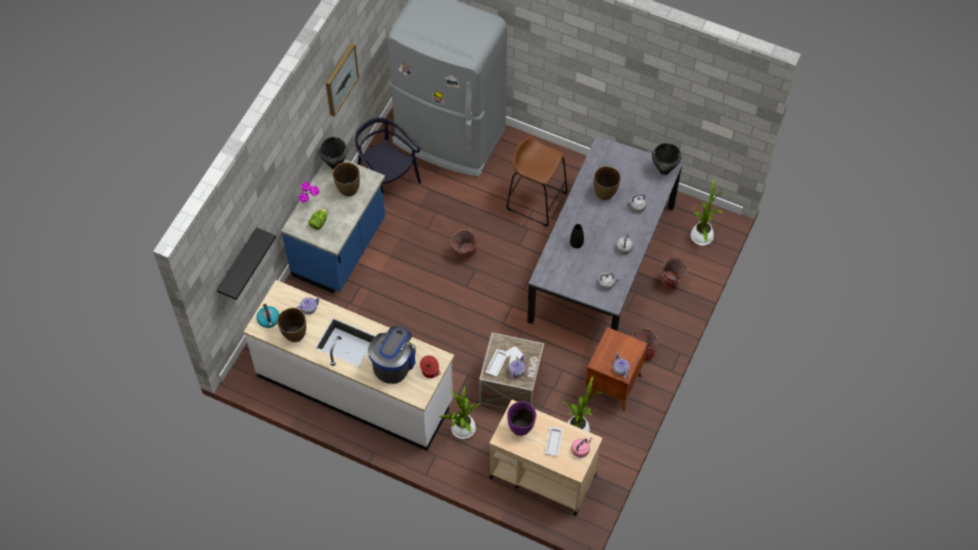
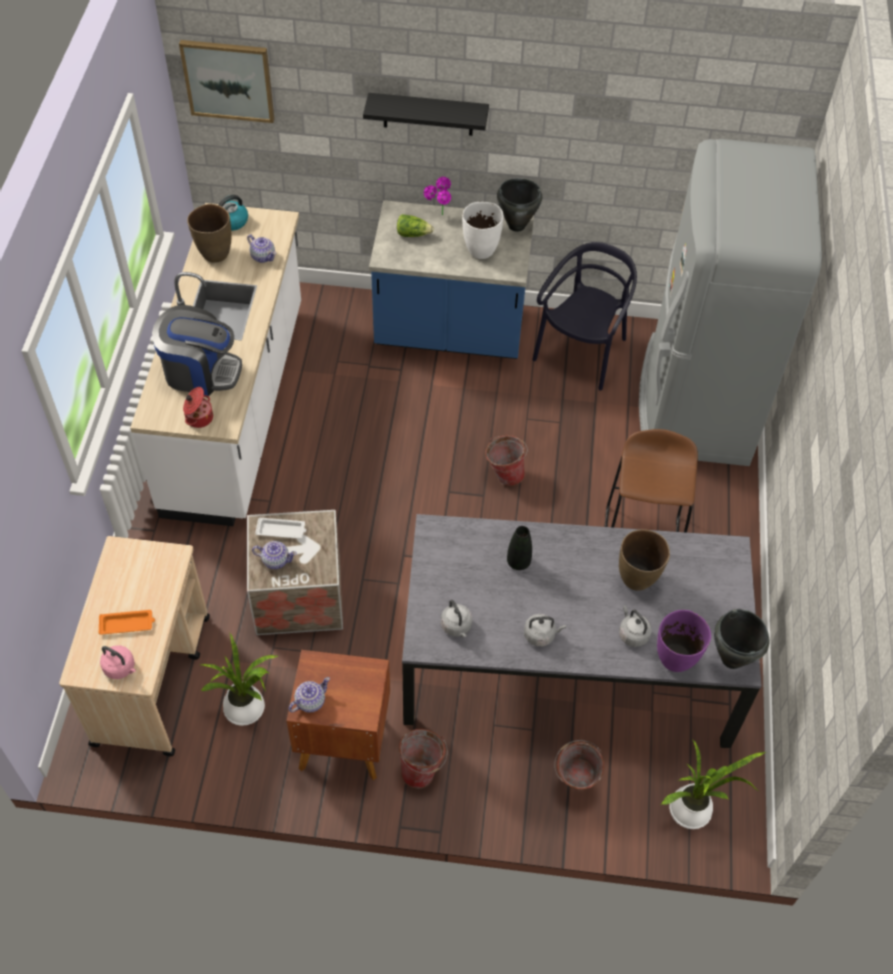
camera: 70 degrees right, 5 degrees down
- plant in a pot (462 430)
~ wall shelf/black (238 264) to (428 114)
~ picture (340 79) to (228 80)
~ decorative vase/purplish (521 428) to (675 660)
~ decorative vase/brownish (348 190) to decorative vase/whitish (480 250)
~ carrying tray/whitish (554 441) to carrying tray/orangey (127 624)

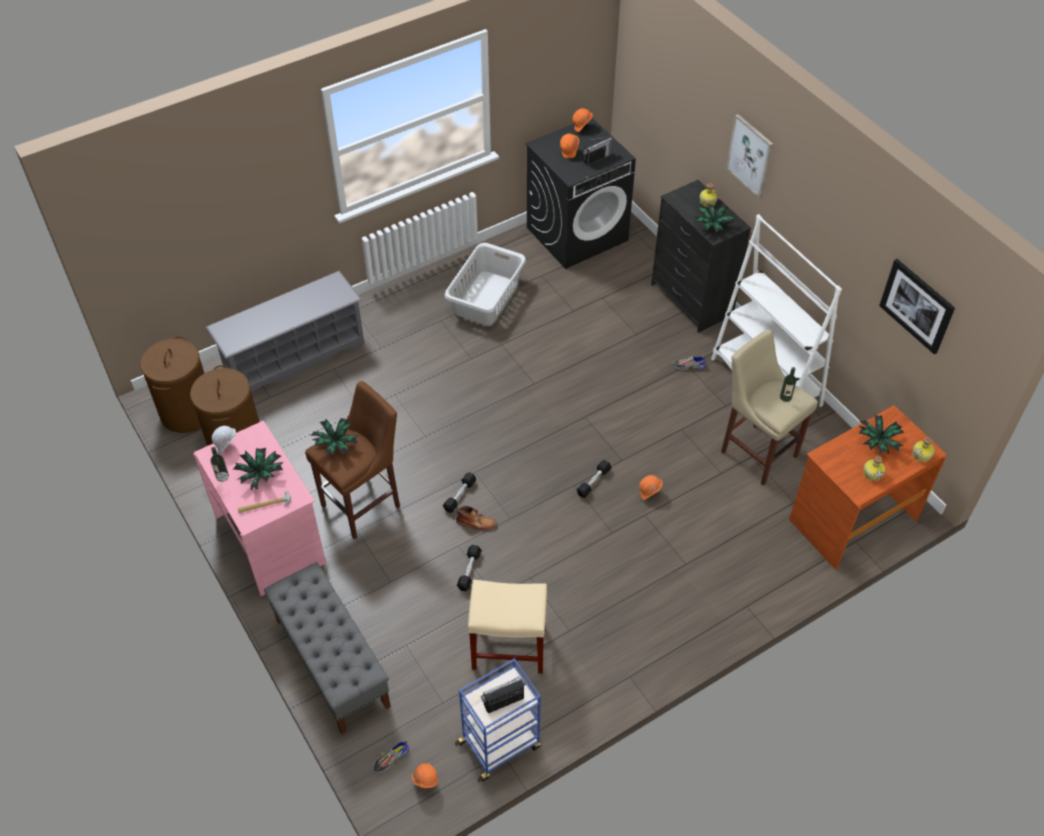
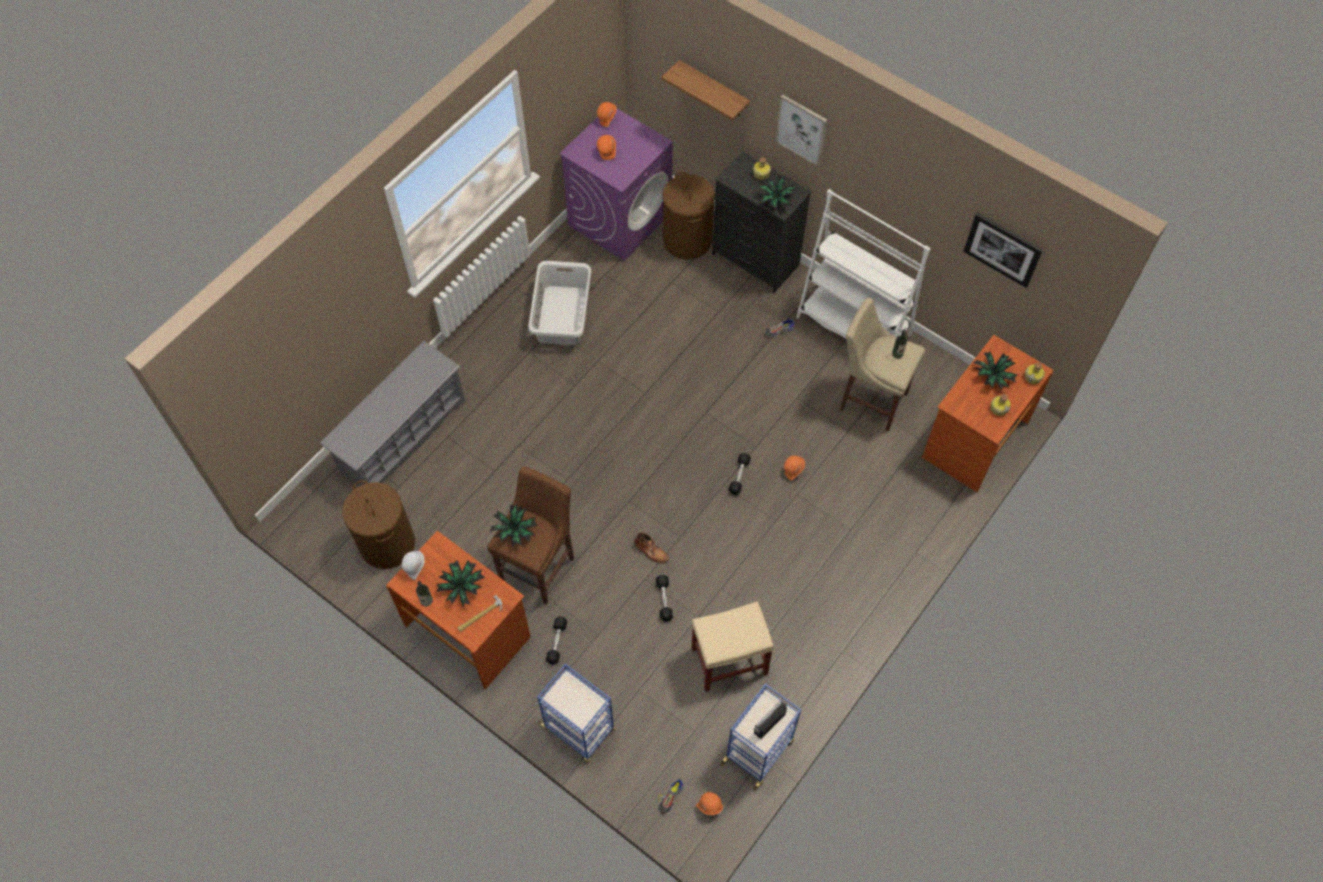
camera: 20 degrees left, 10 degrees up
- radio (596 158)
+ wall shelf (713 90)
~ laundry basket/brownish (187 412) to (687 240)
~ hand weight/black (459 496) to (557 642)
~ bench/grey (332 662) to trolley/bluish (579 729)
~ desk/pink-coloured (271 539) to desk/brownish (469 630)
~ laundry appliance/black (577 233) to laundry appliance/purplish (620 218)
~ high-top boot/brownish (477 523) = (651 551) 45 degrees clockwise

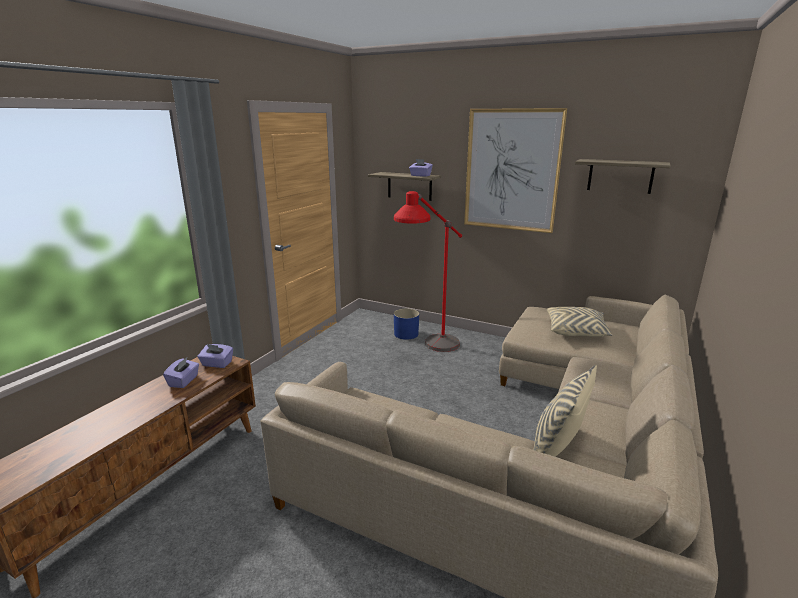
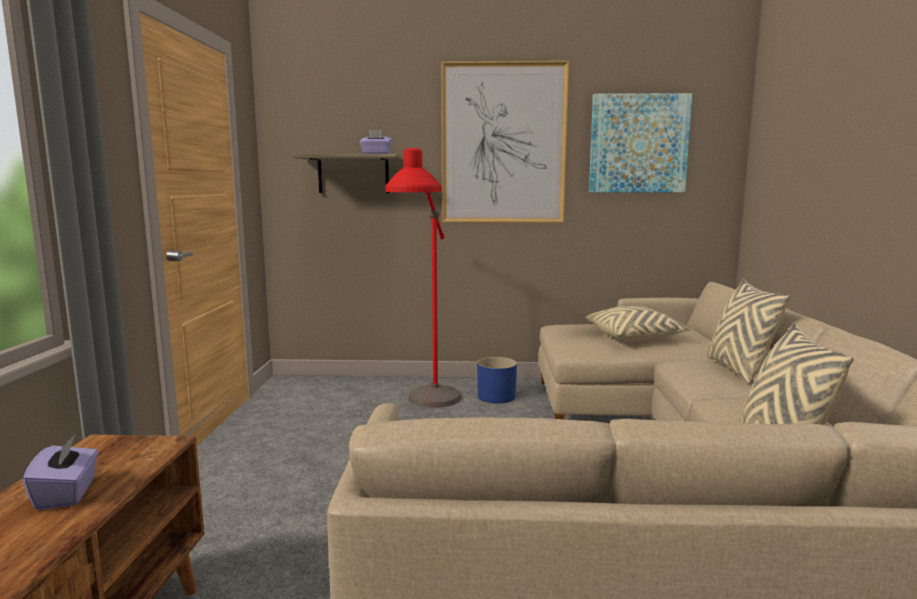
camera: 25 degrees left, 10 degrees down
- tissue holder/purplish (217 364)
+ pillow/sand-coloured (738 370)
~ plant pot/bluish (406 334) to (496 396)
~ wall shelf (620 176) to picture (638 144)

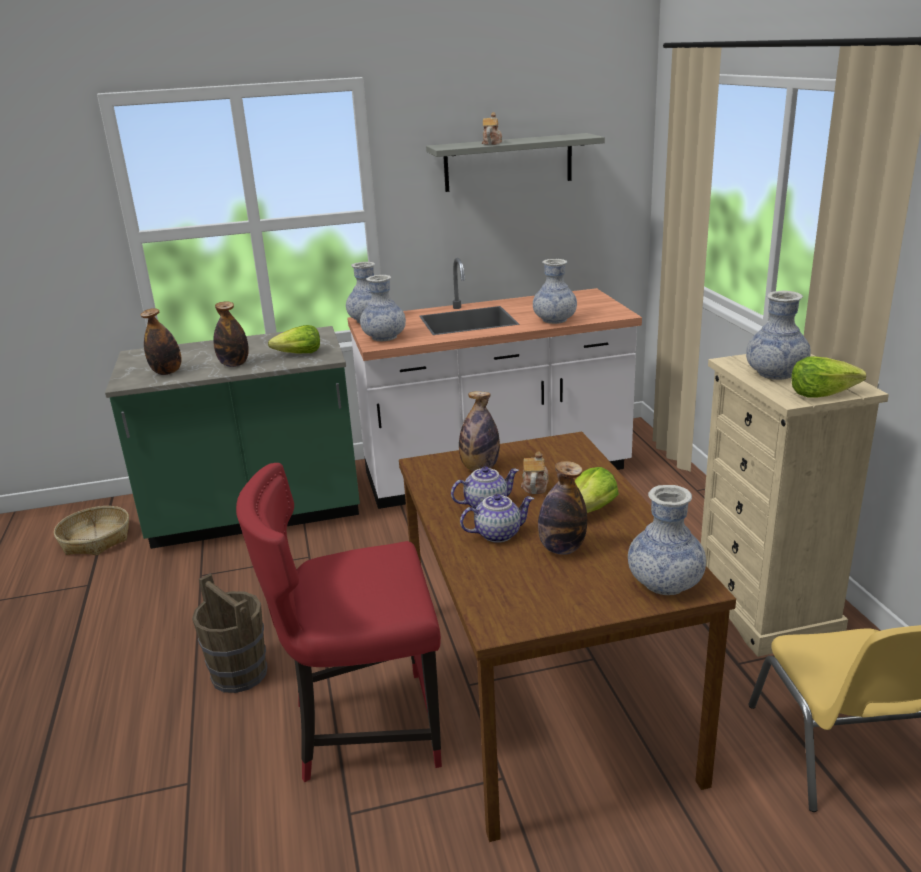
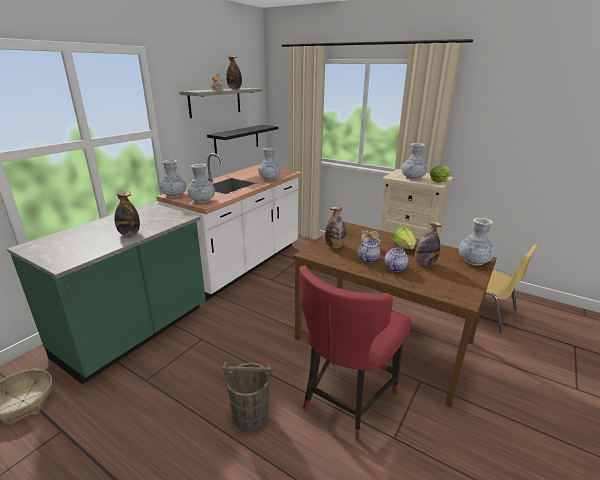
camera: 45 degrees left, 0 degrees up
- head of lettuce (299 354)
+ wall shelf/black (237 140)
~ beverage bottle (167 372) to (234 88)

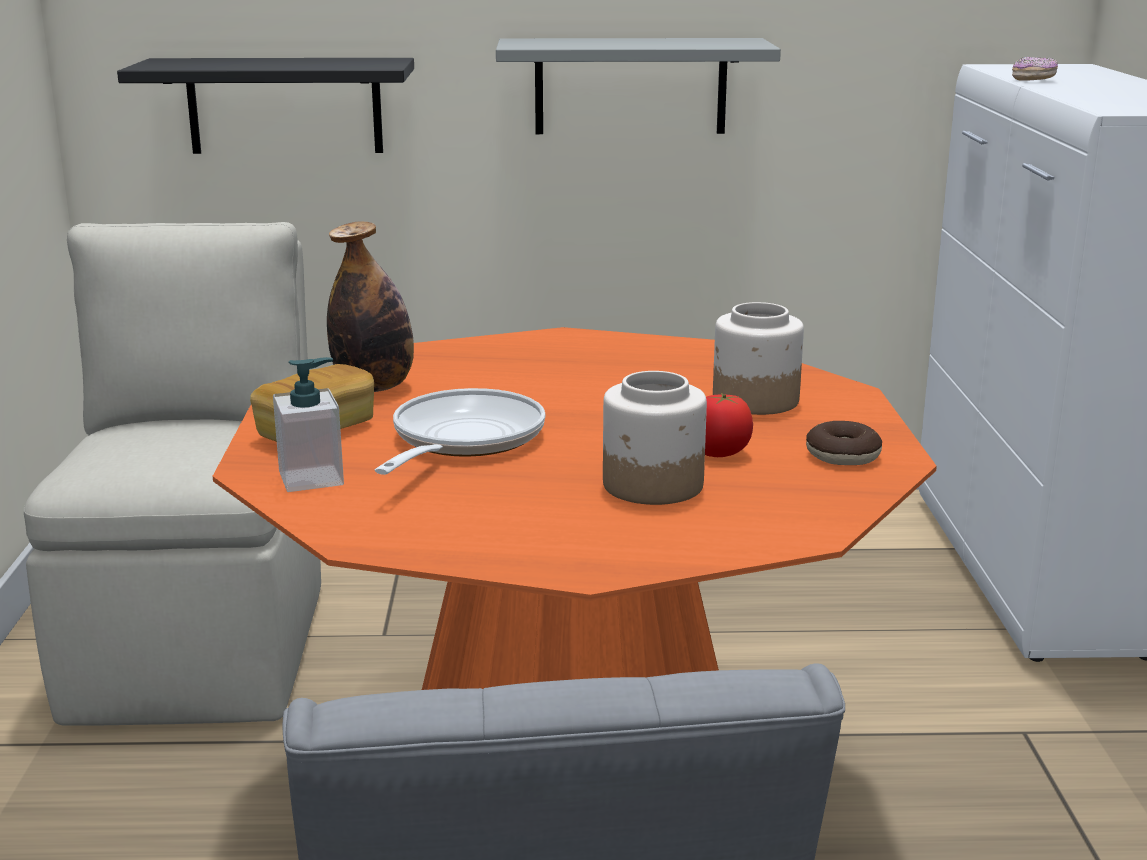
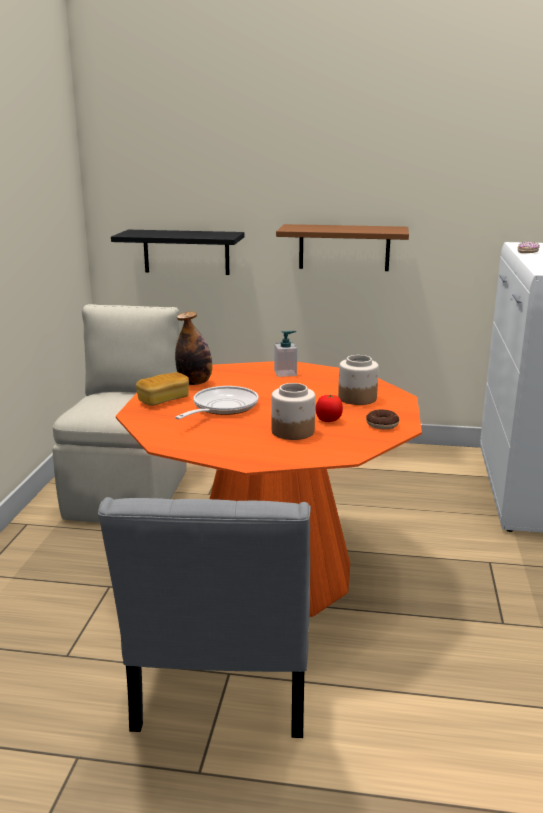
camera: 10 degrees right, 0 degrees up
~ soap dispenser (311 478) to (285 373)
~ wall shelf/grey (630 86) to wall shelf/brownish (344 247)

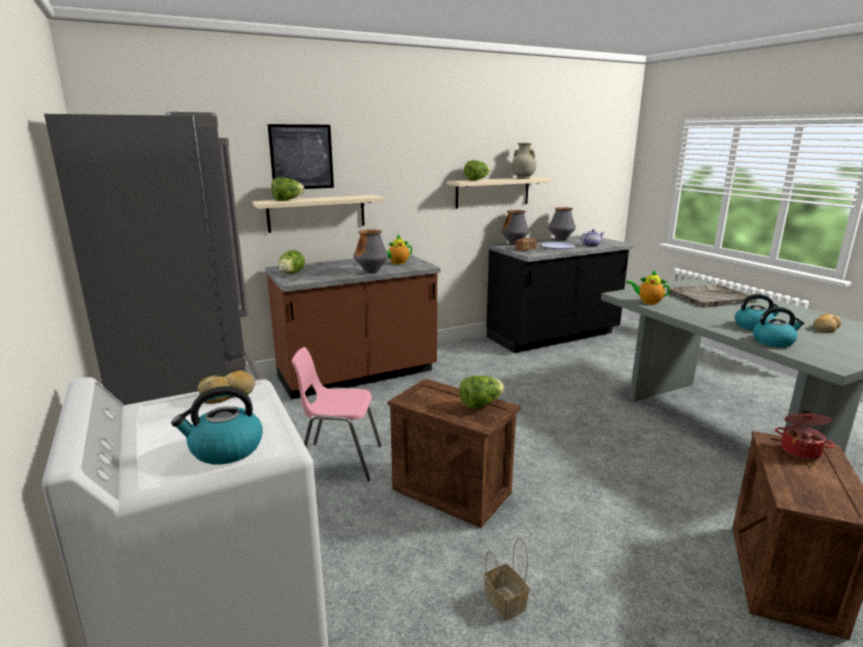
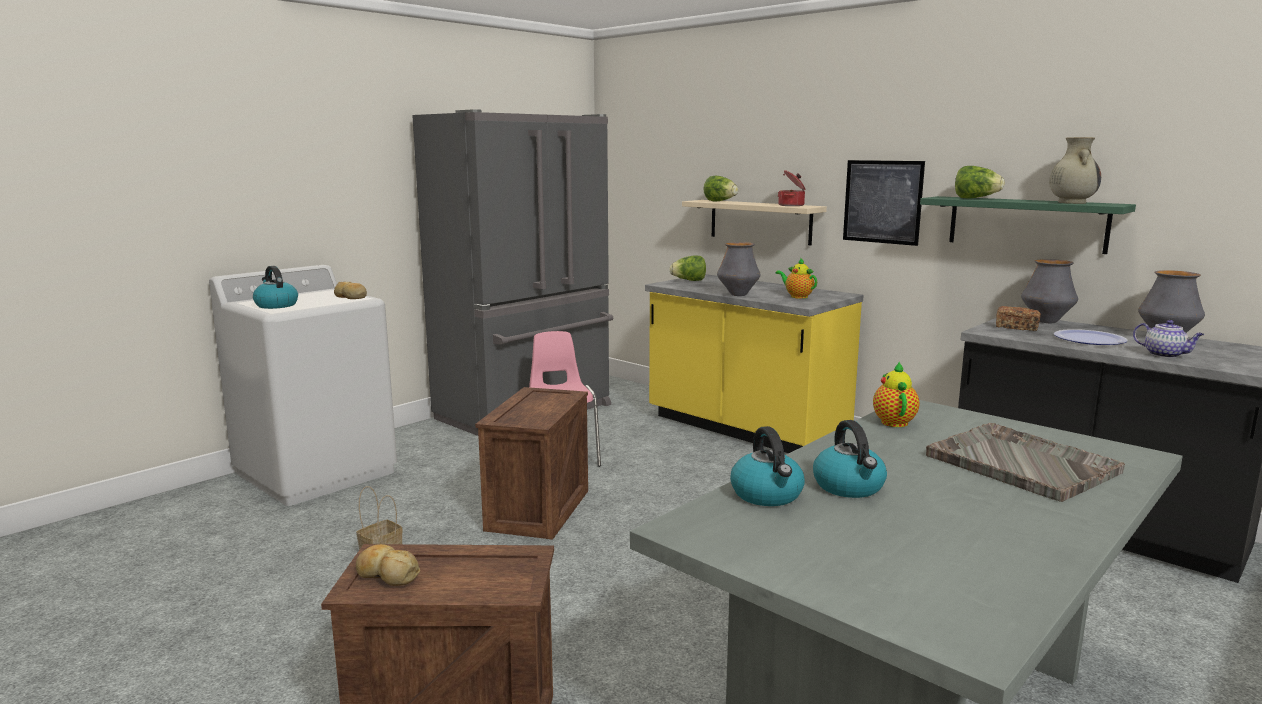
camera: 70 degrees right, 5 degrees down
- head of lettuce (480 404)
~ picture (301 157) to (882 202)
~ saucepot (800 450) to (792 205)
~ bakery bread (825 328) to (387 574)
~ kitchen base unit/brownish (358 375) to kitchen base unit/yellowish (745 429)
~ wall shelf/sand-coloured (492 192) to wall shelf/greenish (1026 224)

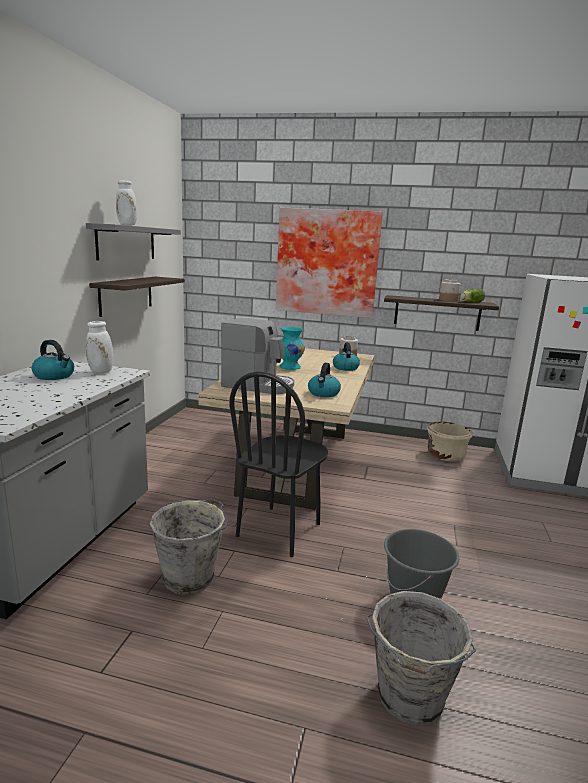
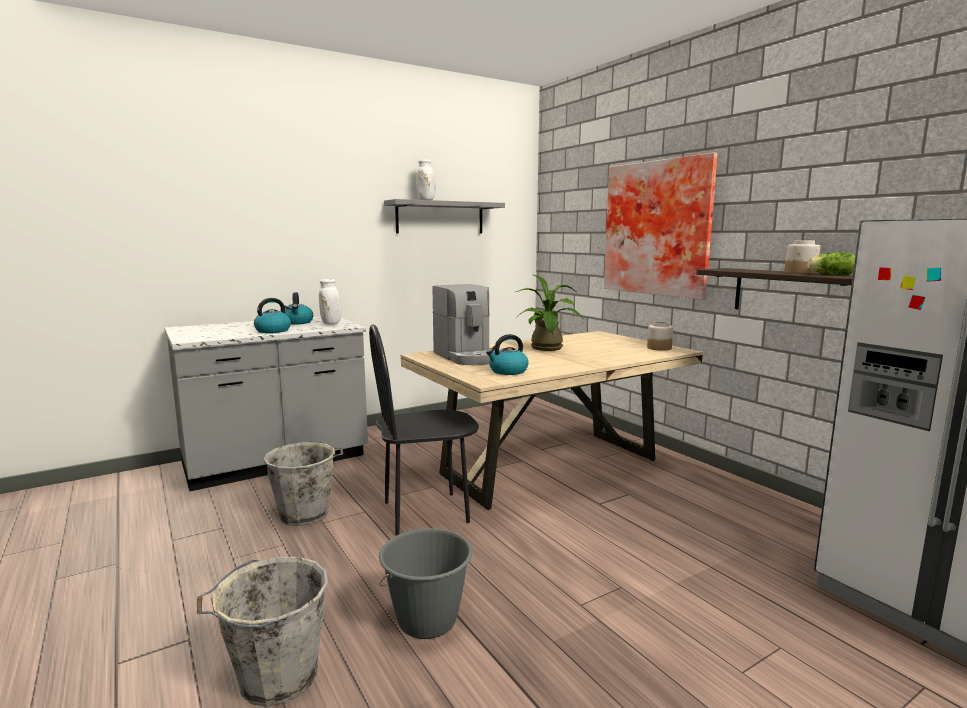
camera: 45 degrees right, 5 degrees down
- wall shelf (126 295)
- plant pot/sand-coloured (445 455)
~ water kettle (345 368) to (273 330)
~ decorative vase/blue-green (290 367) to plant in a pot (548 349)

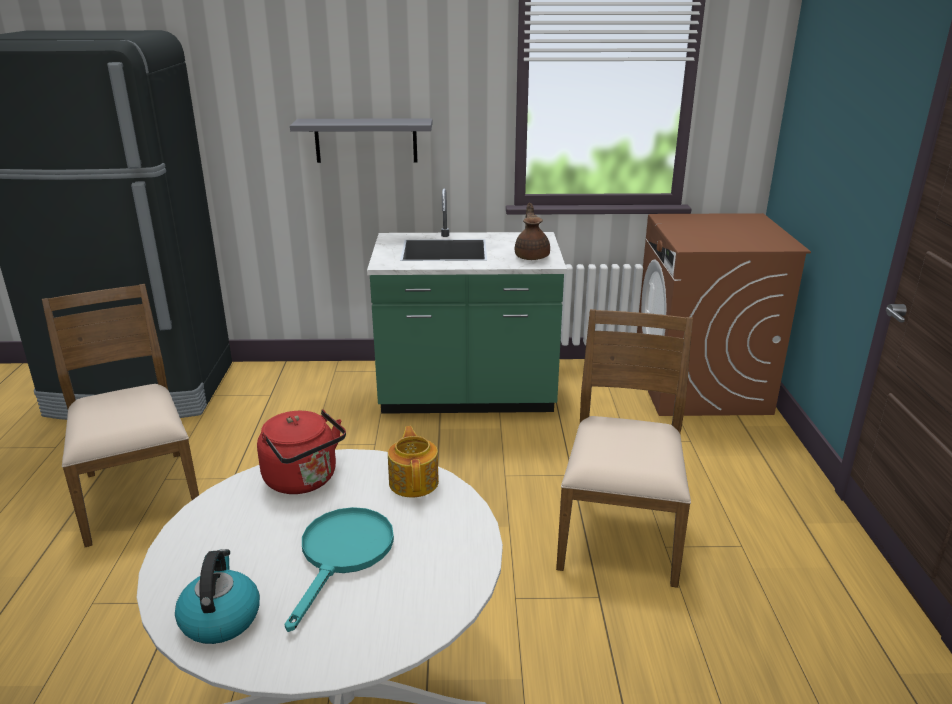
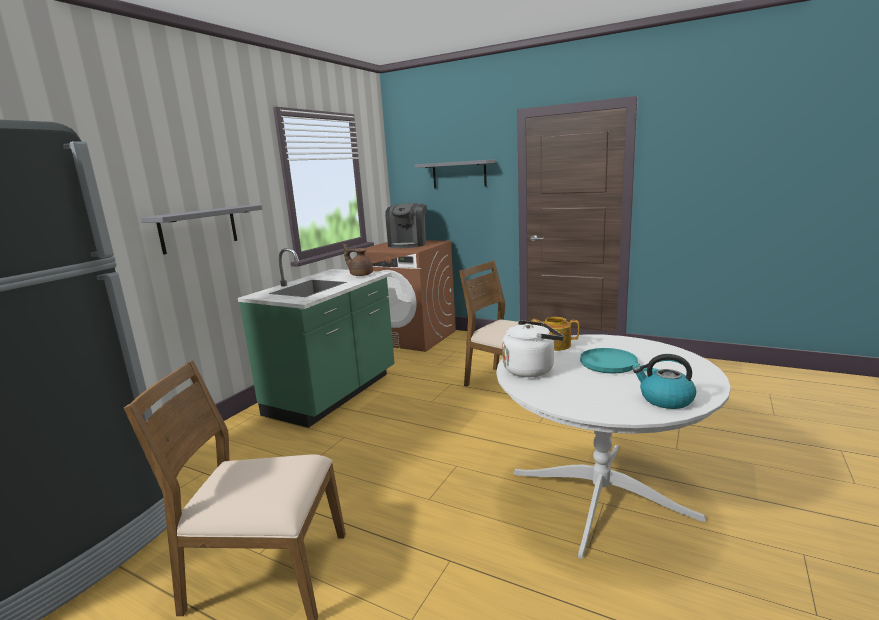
camera: 60 degrees left, 10 degrees down
+ coffee maker (408 244)
+ wall shelf/grey (459 174)
~ water kettle/red (304 480) to water kettle/whitish (531 369)

